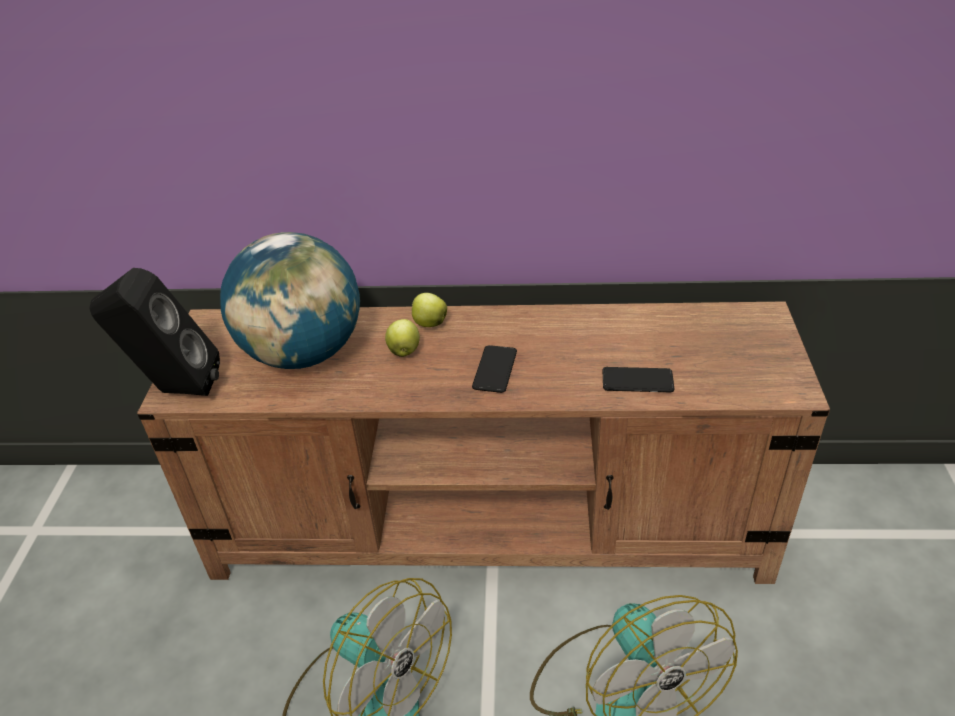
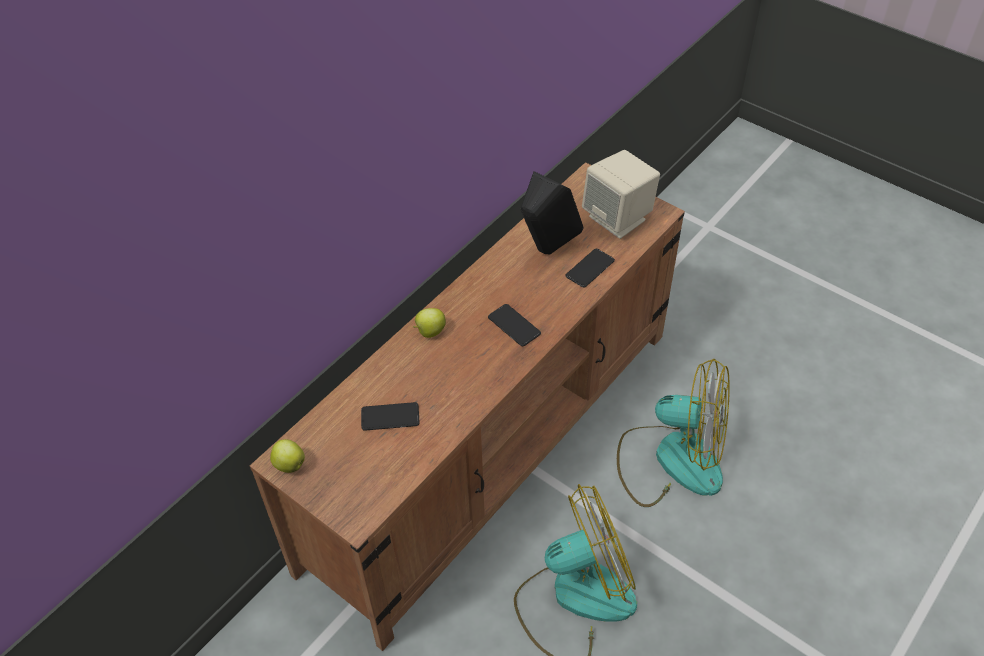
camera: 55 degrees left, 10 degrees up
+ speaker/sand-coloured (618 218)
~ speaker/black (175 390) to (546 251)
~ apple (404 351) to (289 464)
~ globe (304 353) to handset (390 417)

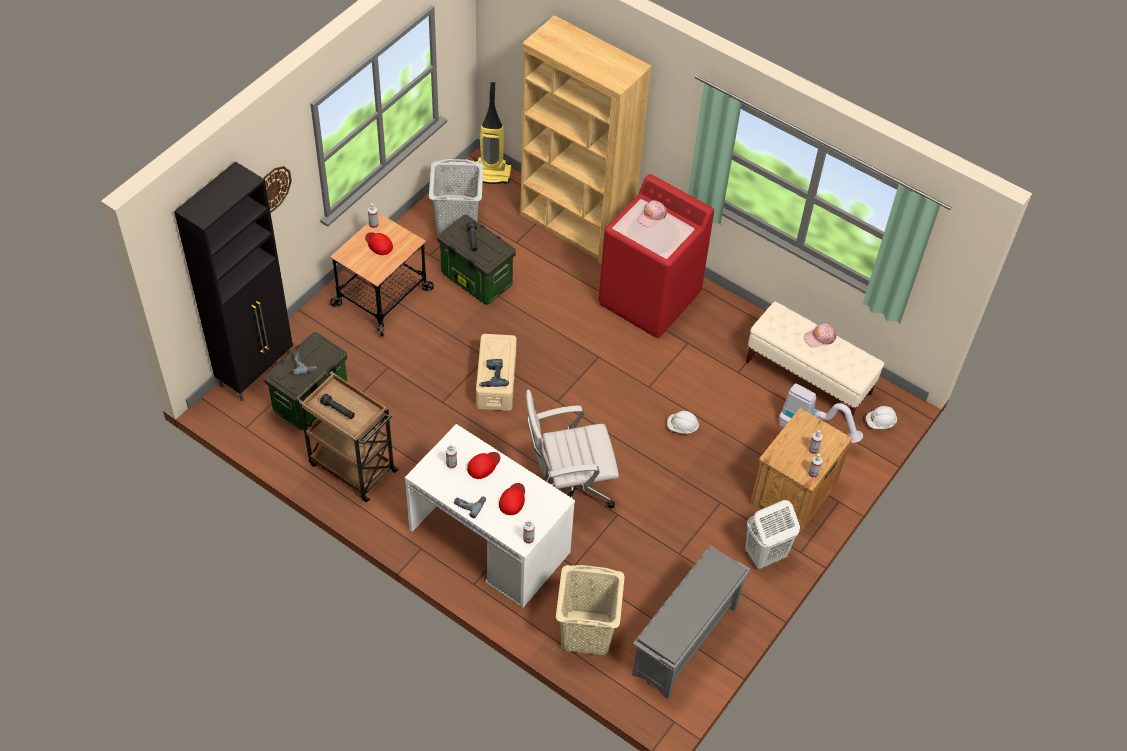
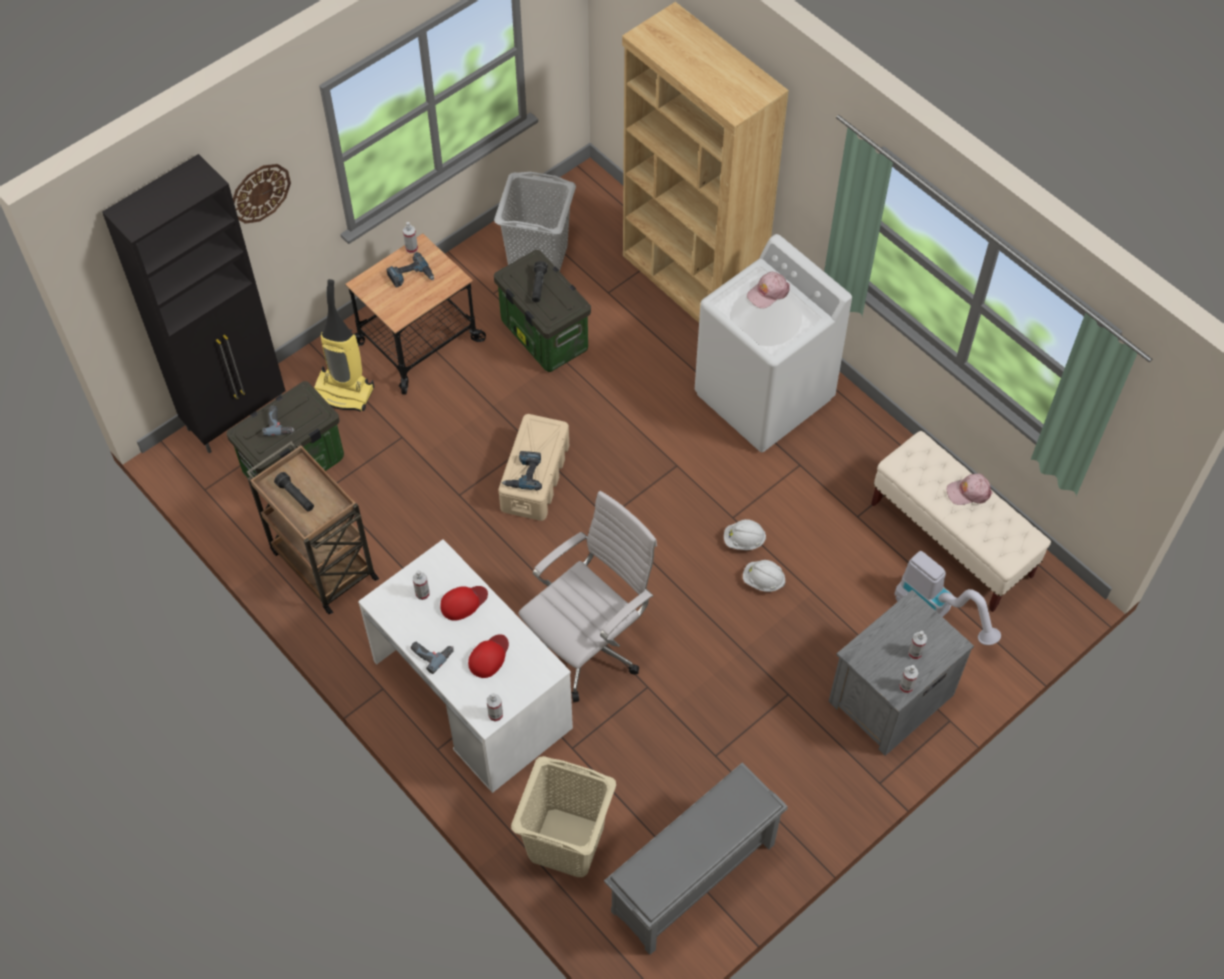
camera: 15 degrees right, 5 degrees up
- laundry basket/whitish (764 555)
~ vacuum (491 173) to (344 391)
~ hard hat/whitish (880 423) to (744 540)
~ baseball cap/red (378 244) to drill (411 276)
~ laundry appliance/red (649 299) to laundry appliance/whitish (764 397)
~ night table/brownish (792 493) to night table/grey (889 698)
~ computer chair/whitish (567 492) = (589 645) 135 degrees clockwise

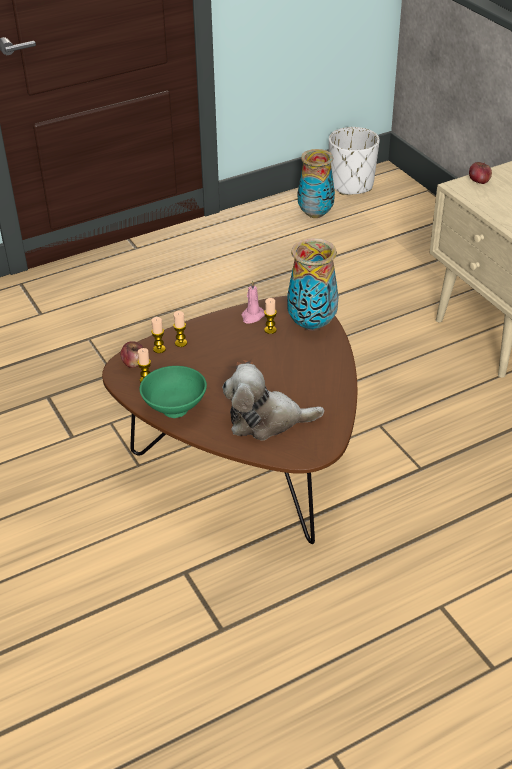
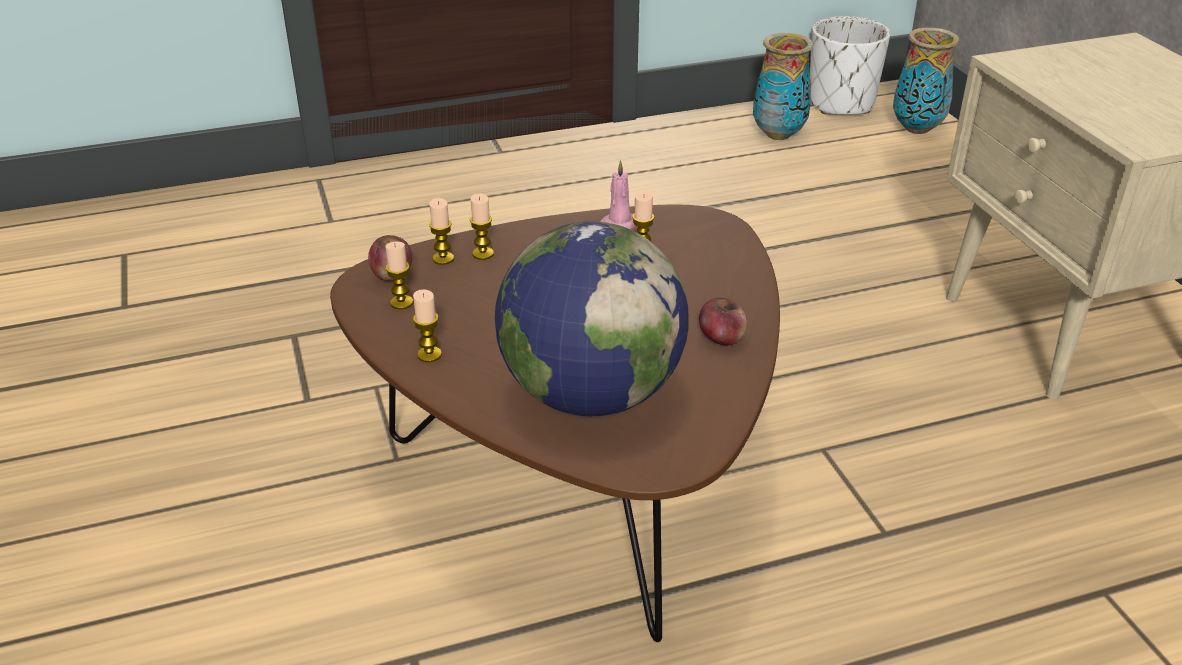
camera: 10 degrees right, 5 degrees down
~ decorative vase (312 324) to (917 129)
~ apple (479 181) to (721 338)
~ serving bowl/greenish (173 409) to wax candle (429 355)
~ plush toy (266 420) to globe (591 394)

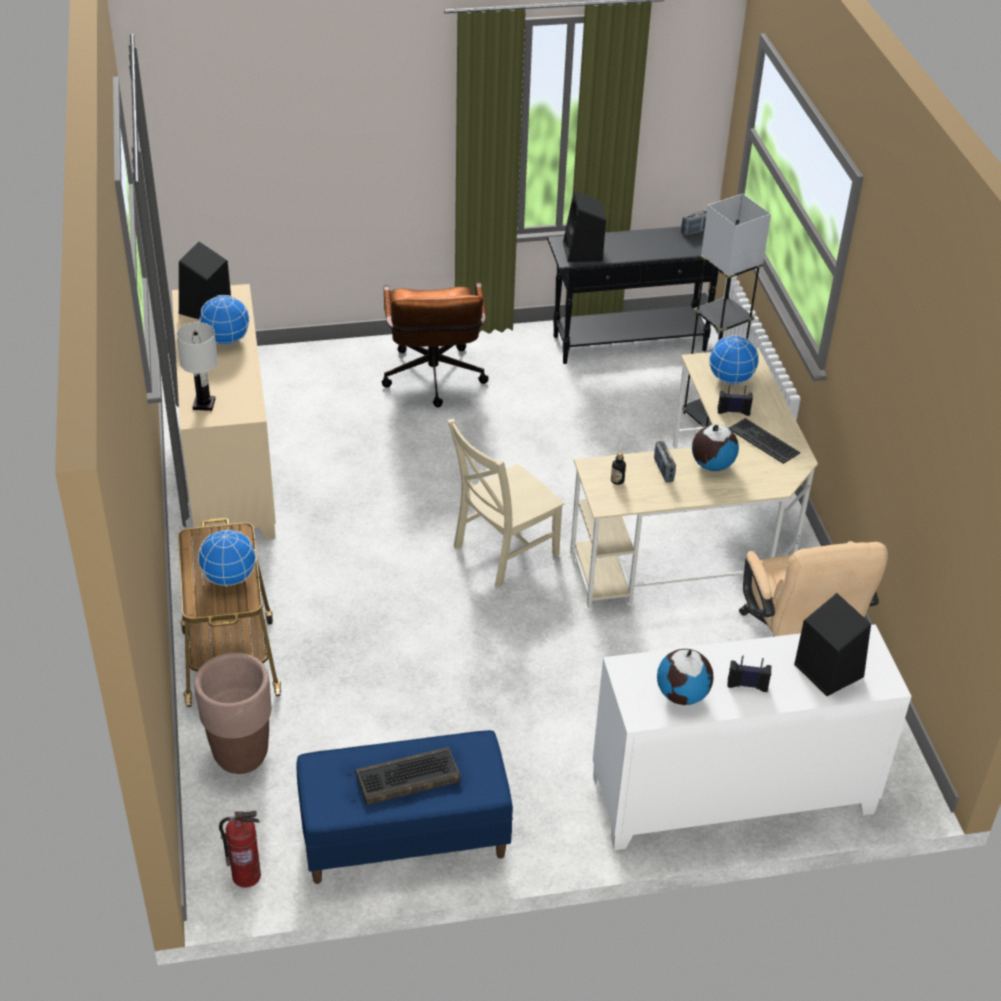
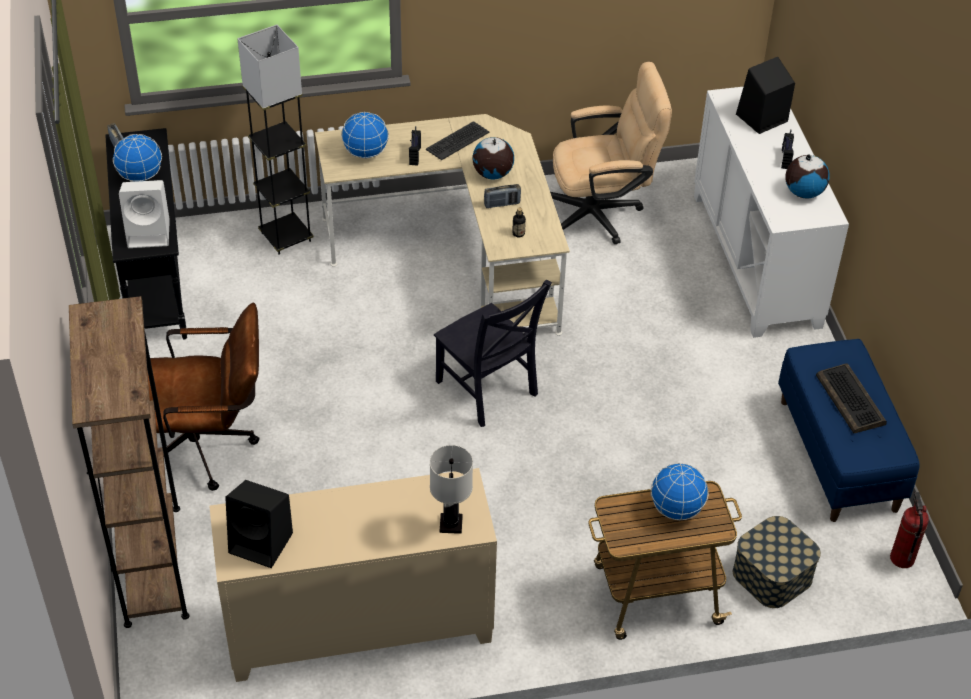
camera: 90 degrees left, 5 degrees up
+ bookshelf/brownish (152 565)
~ globe (226 340) to (141 176)
~ plant pot/brownish (240 755) to storage box (772 575)
~ upright chair/sand-coloured (502 552) to upright chair/black (488 391)
~ speaker/black (583 252) to speaker/whitish (150 233)

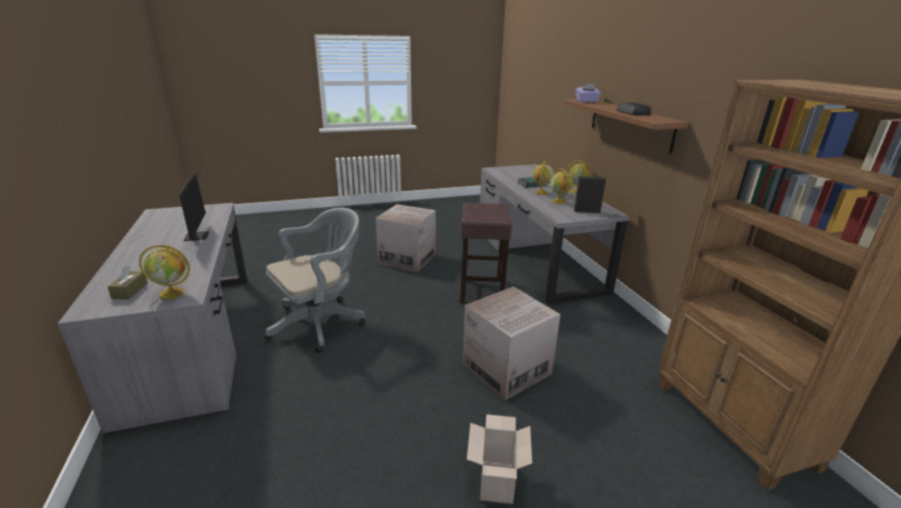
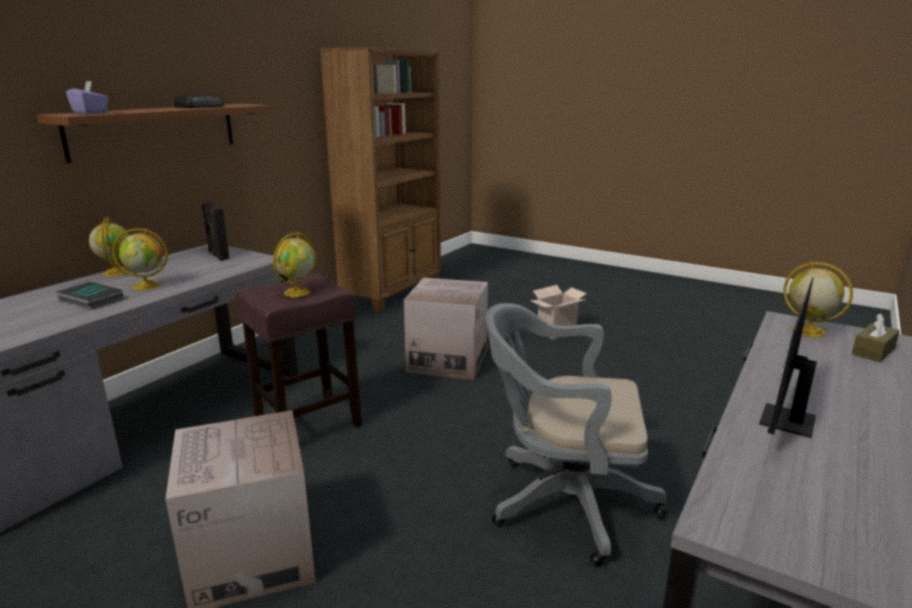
camera: 130 degrees left, 5 degrees down
~ globe (559 201) to (297 292)

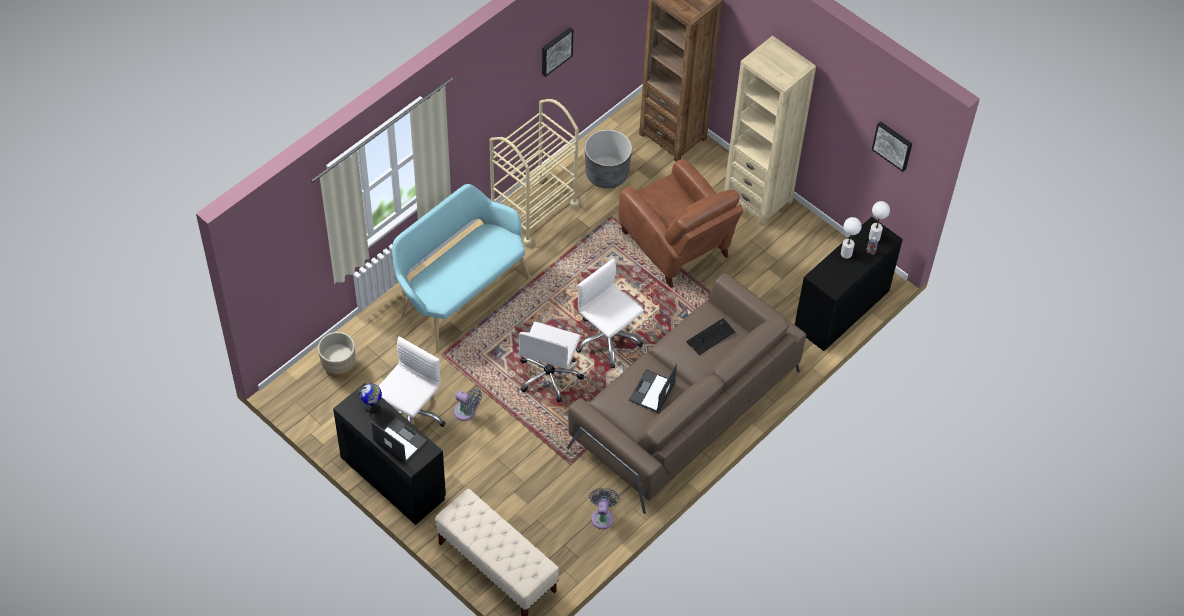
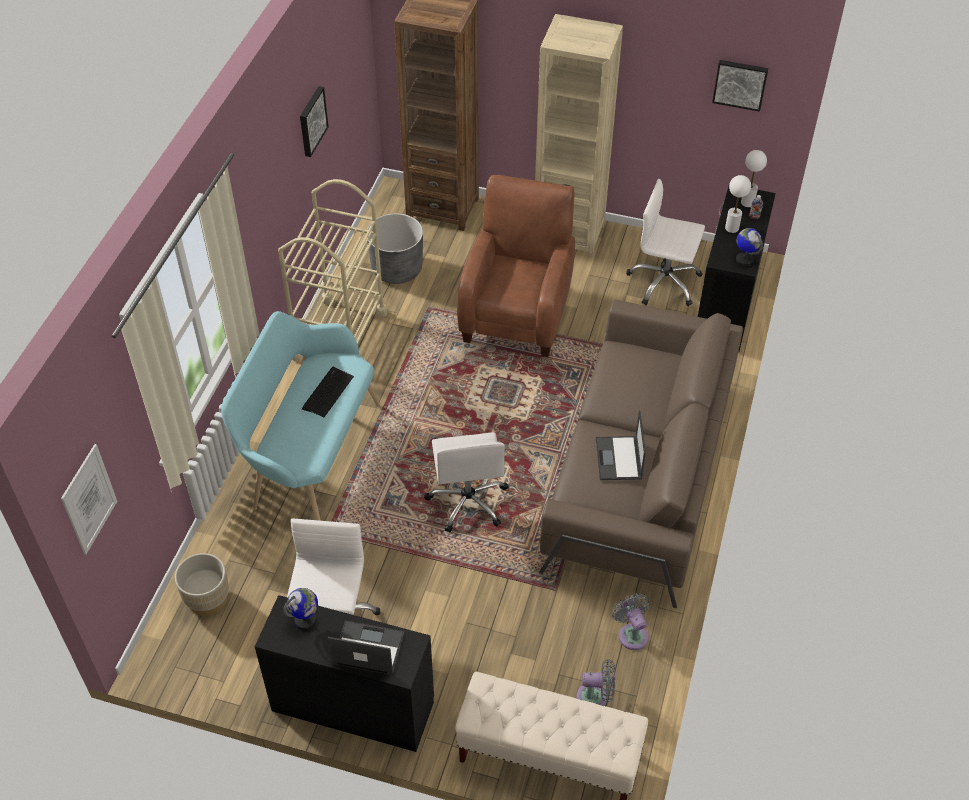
camera: 25 degrees left, 5 degrees down
+ picture (89 499)
+ globe (744 259)
~ cooling fan/grey (466 412) to (595 697)
~ computer chair/whitish (607 340) to (664 283)
~ computer keyboard (710 336) to (327 392)
~ armchair/brownish (677 246) = (518 310) 105 degrees counterclockwise

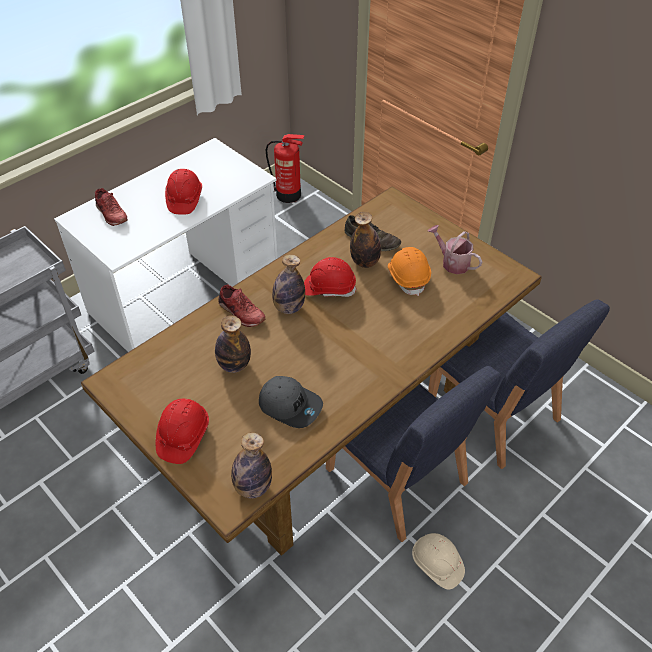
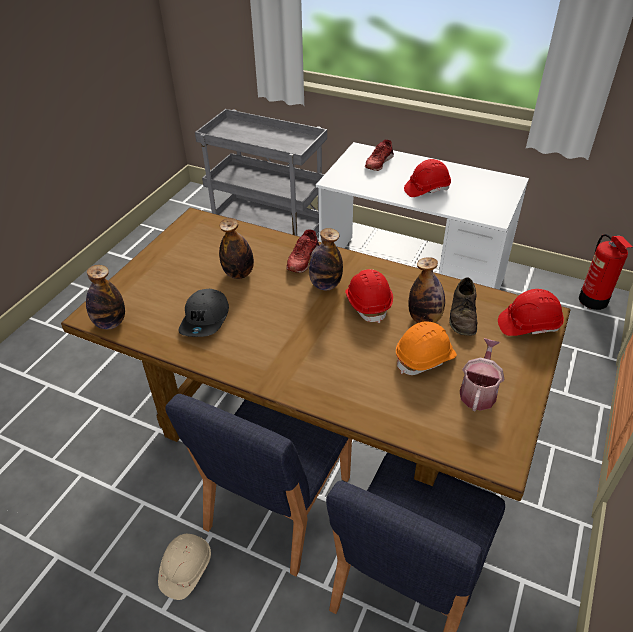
camera: 70 degrees right, 5 degrees down
~ hard hat/red (183 437) to (528 325)

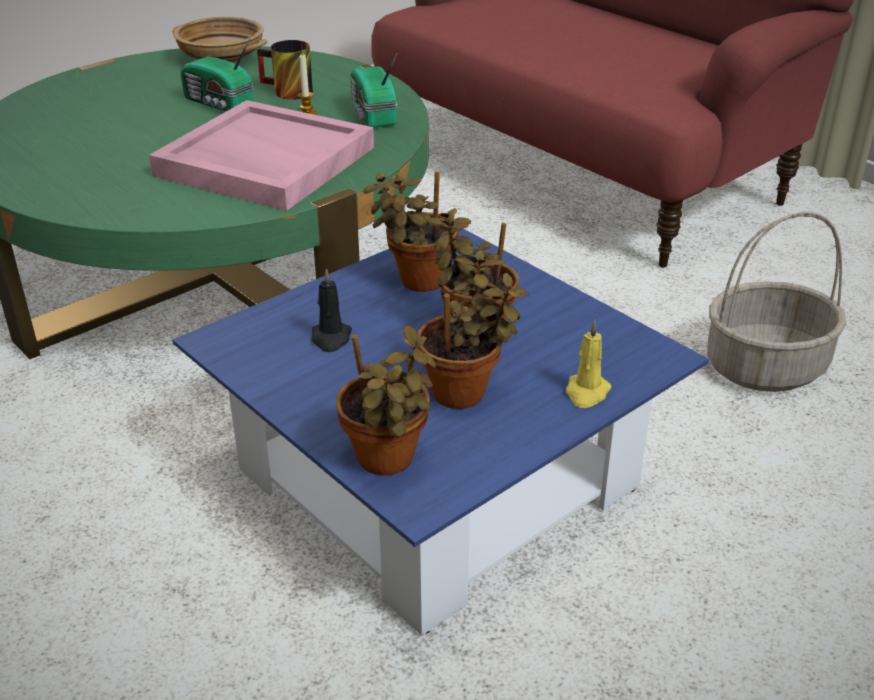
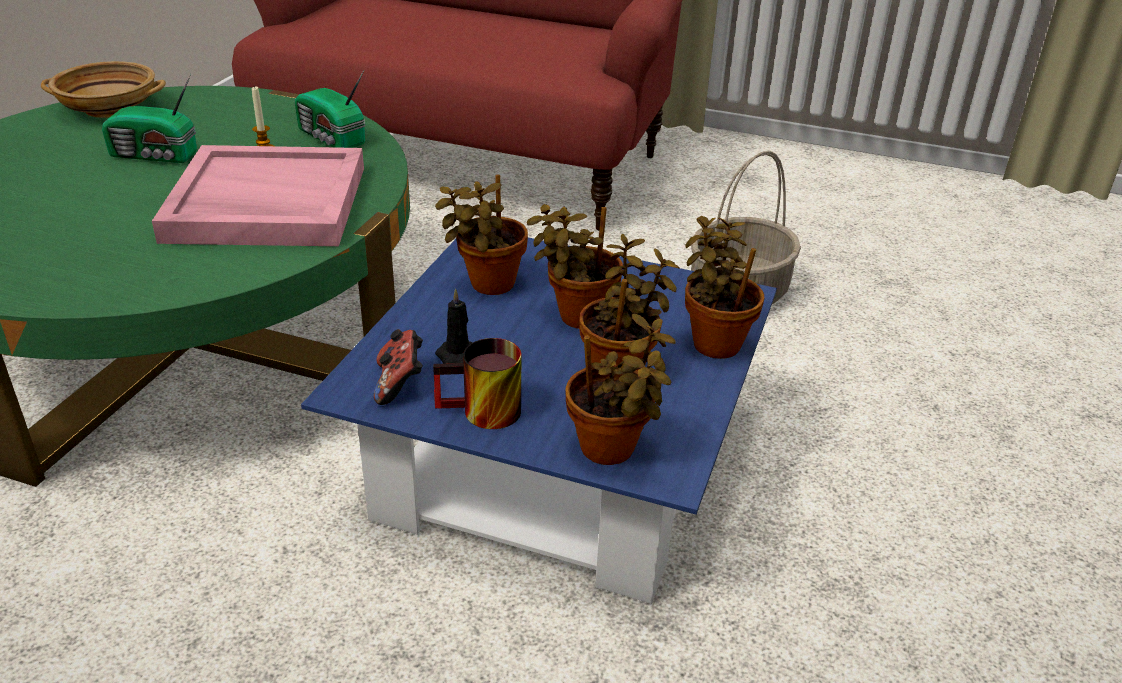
camera: 30 degrees left, 0 degrees up
+ gamepad (400 384)
~ tea mug (285 92) to (482 414)
~ wax candle/yellowish (586 393) to plant in a pot (715 341)

